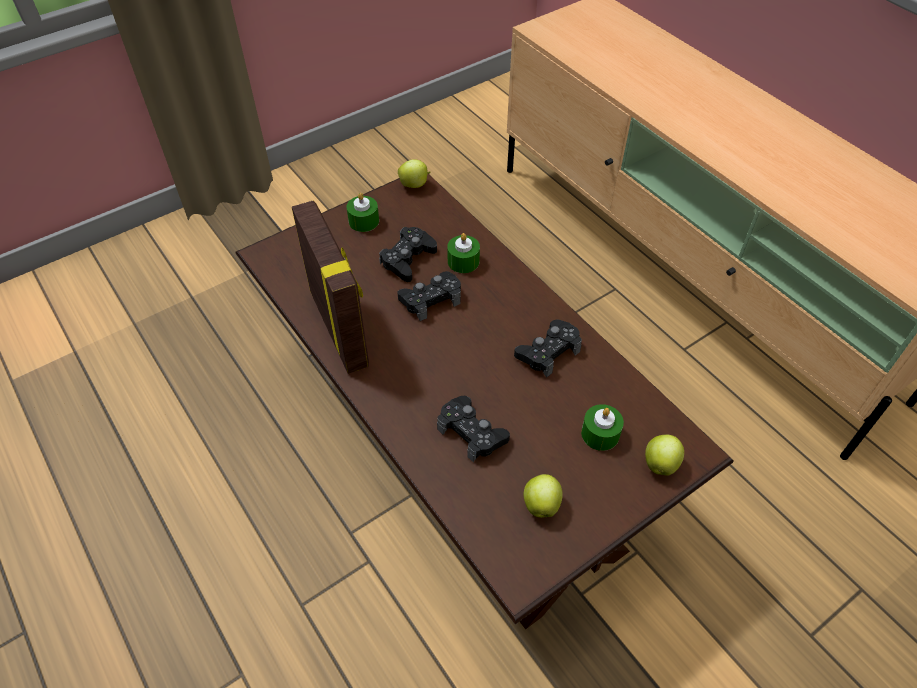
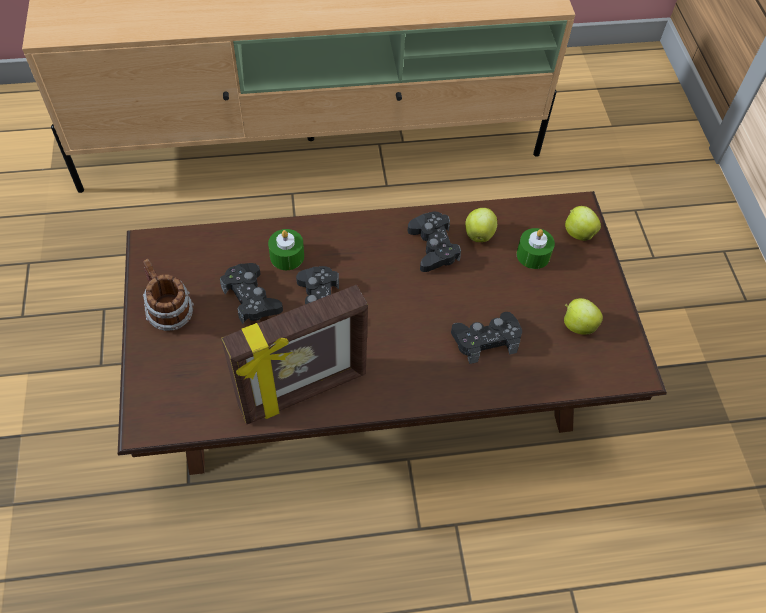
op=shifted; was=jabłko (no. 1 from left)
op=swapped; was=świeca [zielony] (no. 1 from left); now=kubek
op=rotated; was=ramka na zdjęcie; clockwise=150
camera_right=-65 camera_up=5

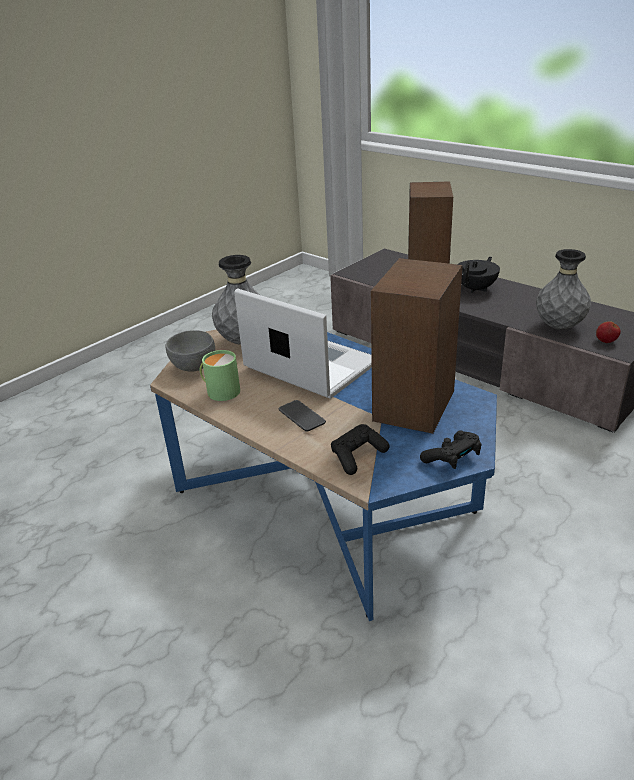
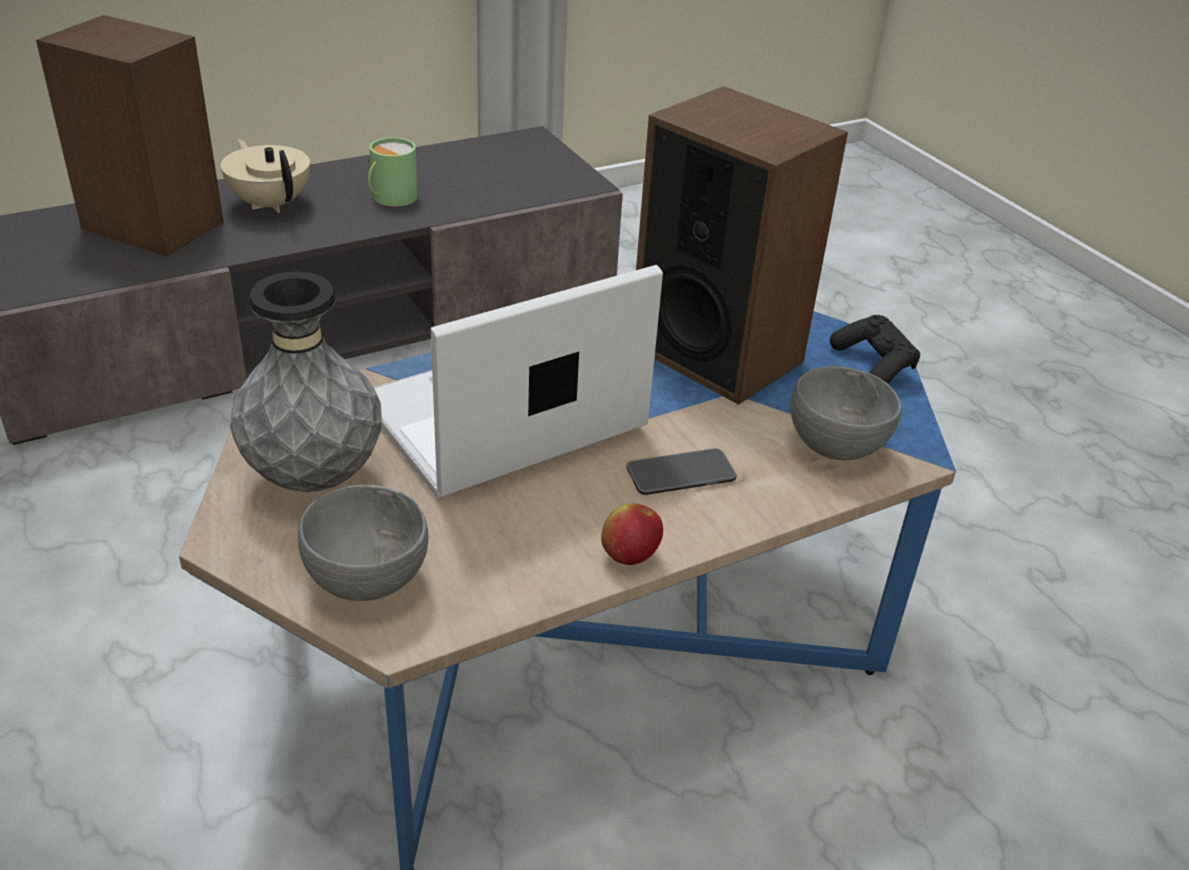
op=gone; was=wazon [szary] (no. 2 from left)
op=shifted; was=kubek [zielony]
op=shifted; was=jabłko
op=swapped; was=pad do gier [czarny] (no. 1 from left); now=miska [szary] (no. 2 from left)
op=repainted; was=imbryk [czarny]; now=imbryk [beżowy]
camera_right=-75 camera_up=5

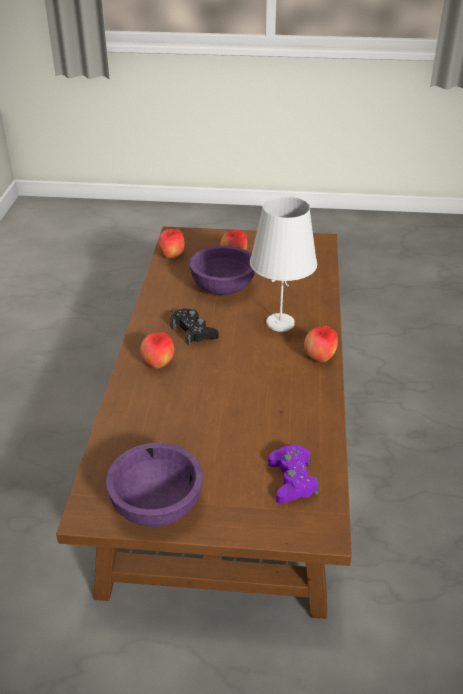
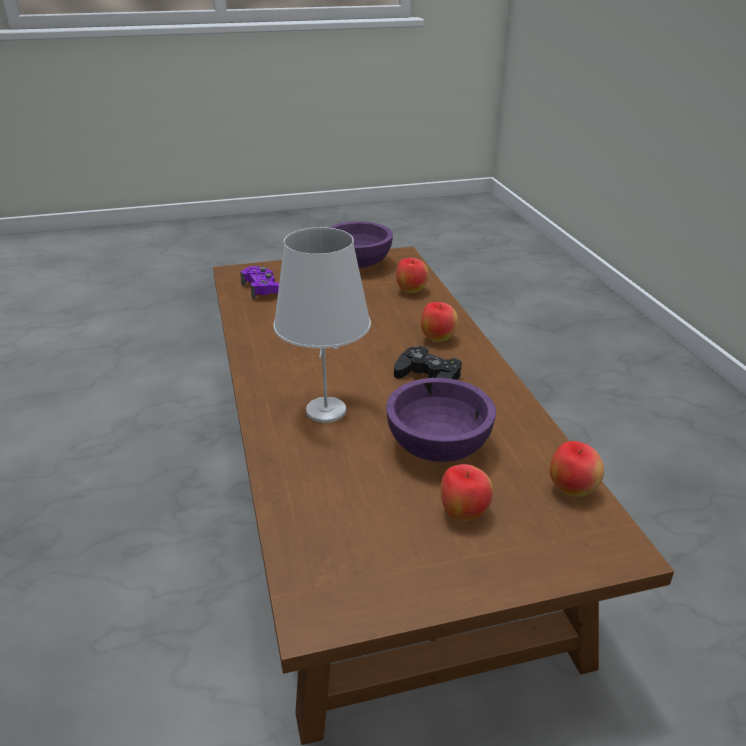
op=shifted; was=jabłko (no. 4 from left in the first image); now=jabłko (no. 1 from left)
camera_right=160 camera_up=-5

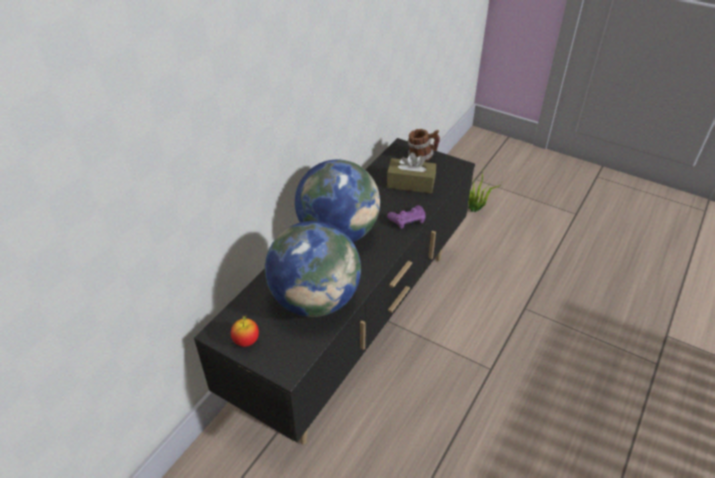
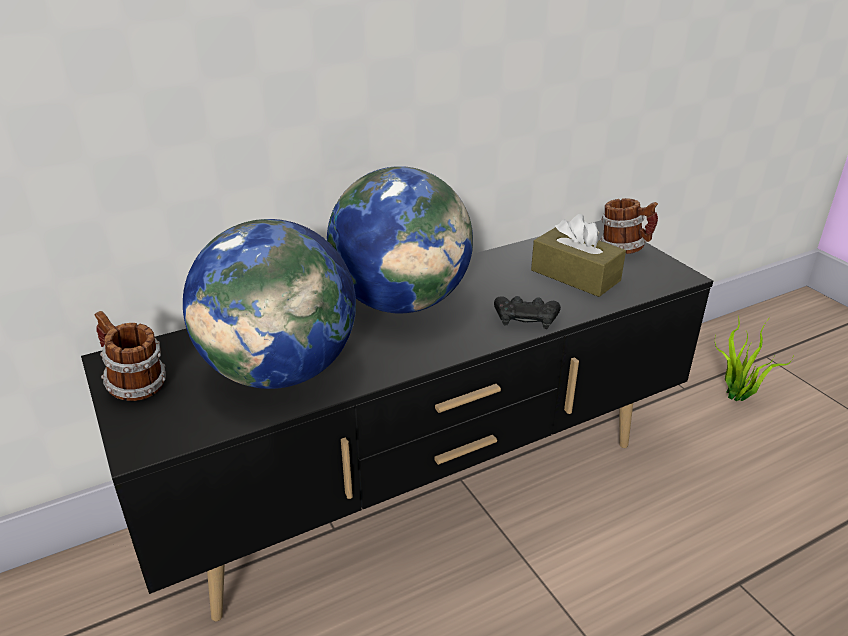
op=swapped; was=jabłko; now=kubek (no. 1 from left)
op=repainted; was=pad do gier [fioletowy]; now=pad do gier [czarny]
camera_right=30 camera_up=-10

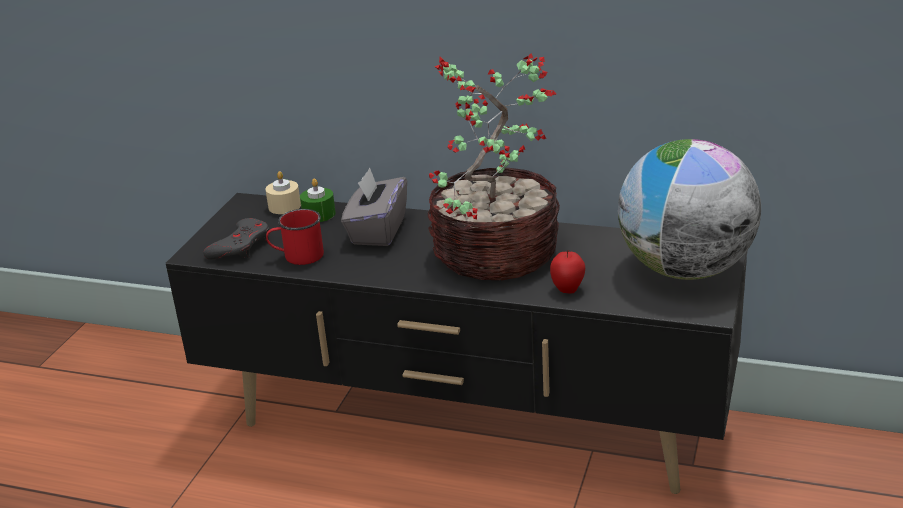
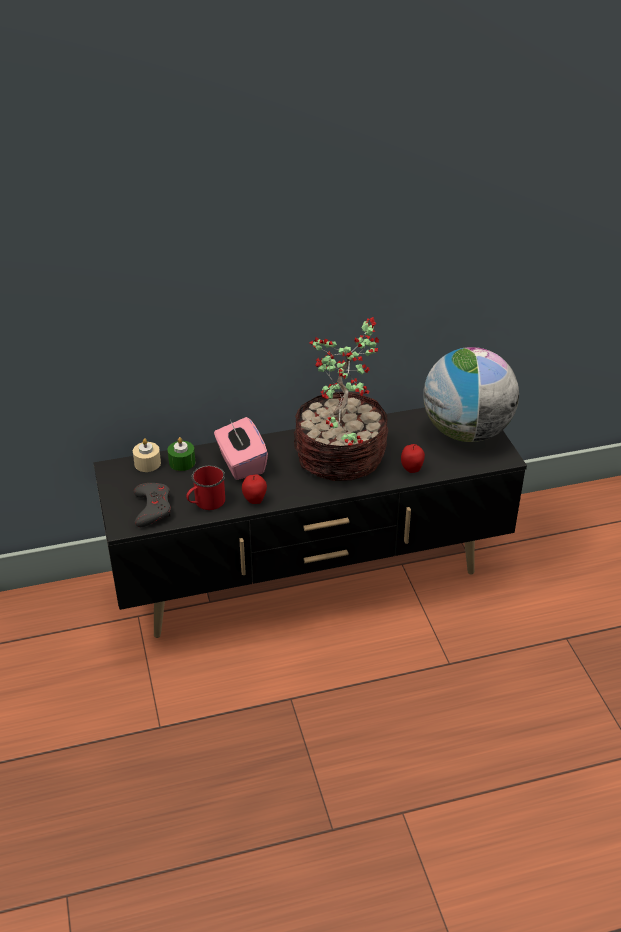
op=new; now=jabłko (no. 1 from left)
op=repainted; was=pudełko chusteczek [szary]; now=pudełko chusteczek [różowy]
camera_right=-35 camera_up=10

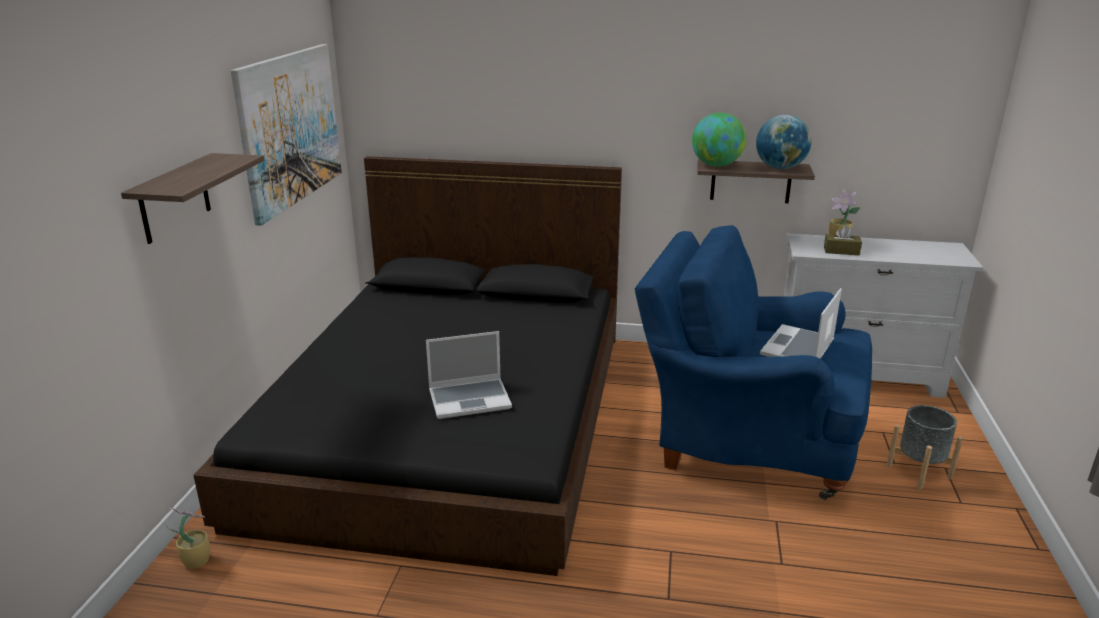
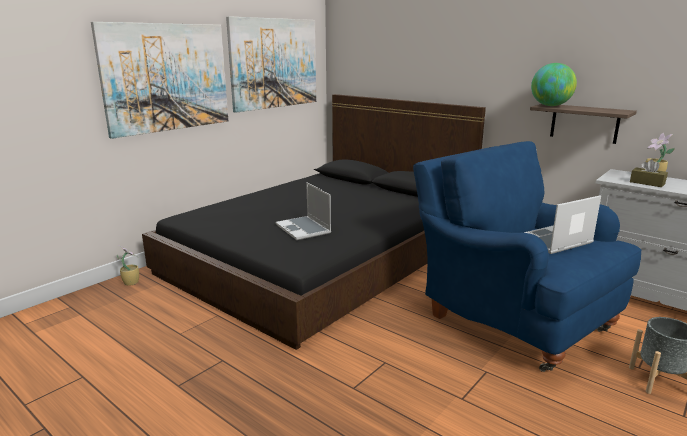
op=gone; was=globus (no. 2 from left)
op=swapped; was=półka (no. 1 from left); now=obraz (no. 1 from left)
op=rotated; was=laptop (no. 1 from left); clockwise=45
camera_right=30 camera_up=-5

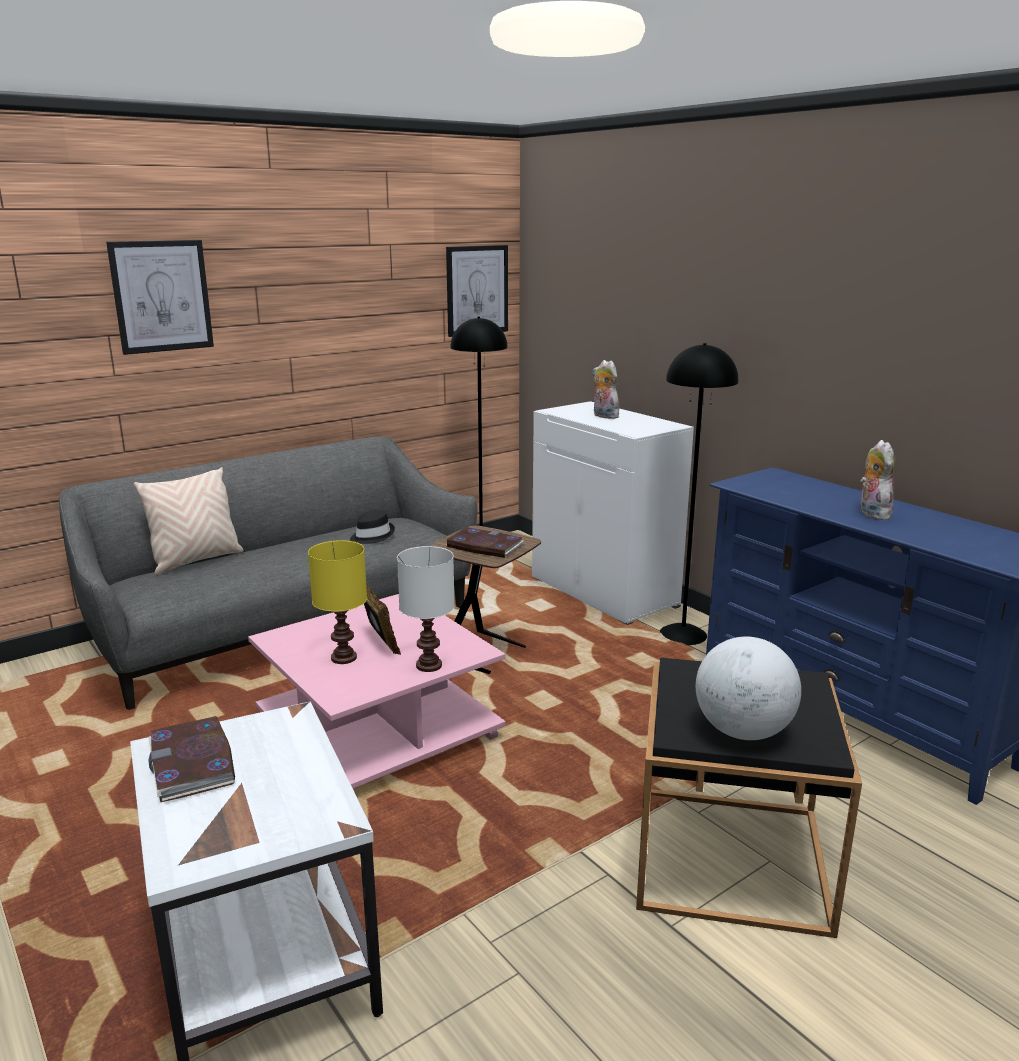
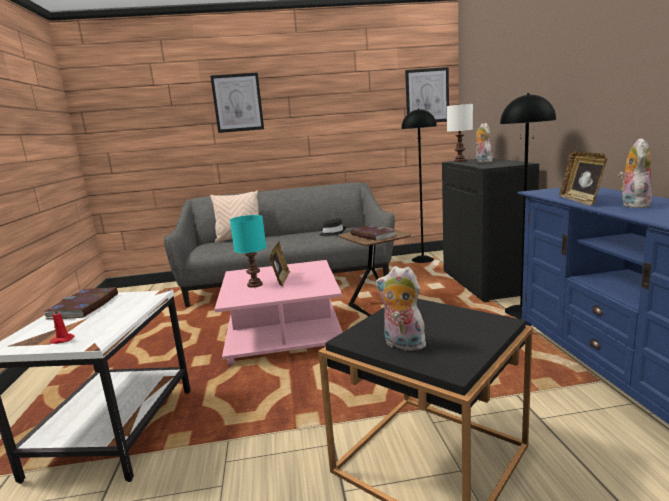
op=new; now=świeca [czerwony]
op=new; now=ramka na zdjęcie (no. 2 from left)
op=shifted; was=lampa stołowa [biały]
op=swapped; was=globus; now=pluszak (no. 1 from left)
op=repainted; was=lampa stołowa [żółty]; now=lampa stołowa [turkusowy]
op=repainted; was=szafka [biały]; now=szafka [czarny]
camera_right=30 camera_up=-5

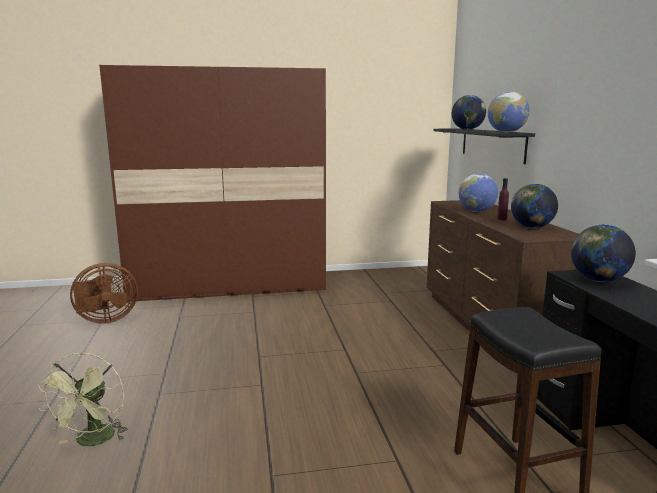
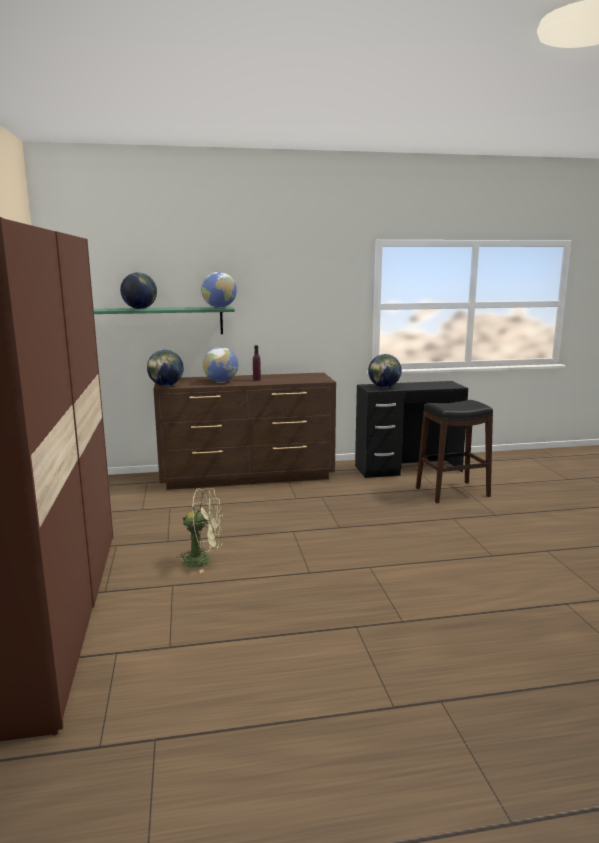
op=gone; was=wentylator [brązowy]
op=shifted; was=wentylator [zielony]
op=shifted; was=globus (no. 4 from left in the first image); now=globus (no. 2 from left)
op=repainted; was=półka [czarny]; now=półka [zielony]
camera_right=-90 camera_up=0

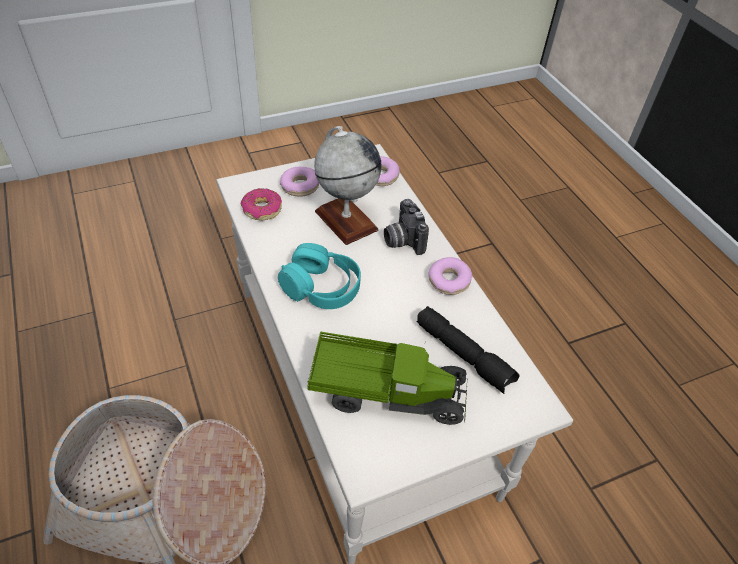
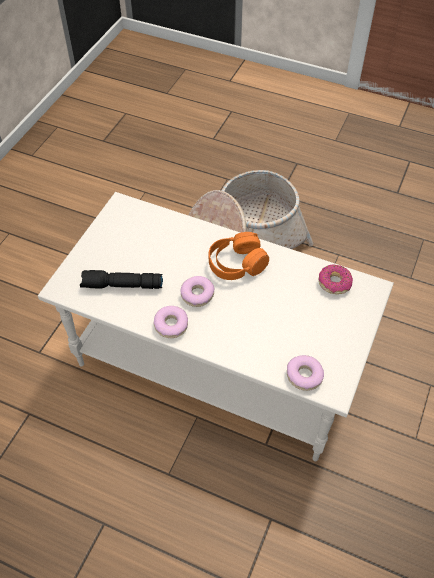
op=gone; was=ciężarówka zabawkowa
op=gone; was=globus
op=gone; was=aparat fotograficzny
op=shifted; was=donut (no. 2 from left)
op=repainted; was=słuchawki [turkusowy]; now=słuchawki [pomarańczowy]
camera_right=140 camera_up=5

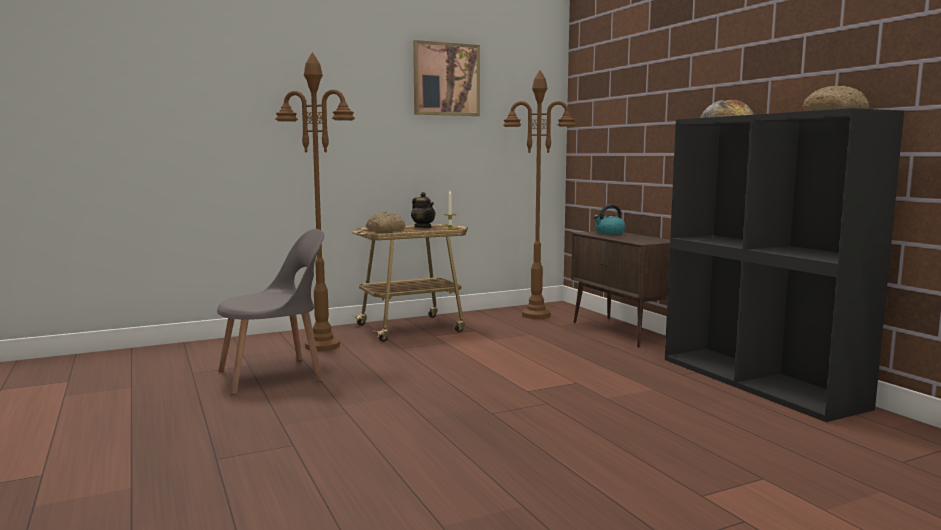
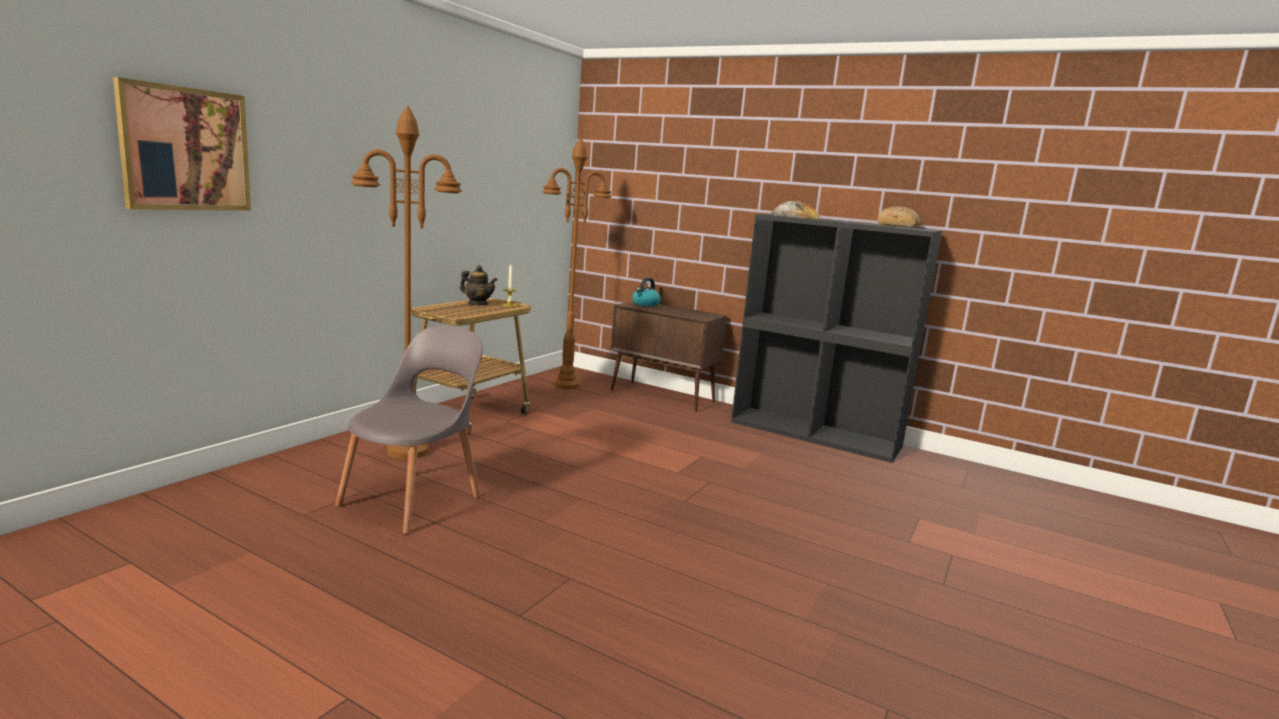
op=gone; was=chleb (no. 1 from left)
op=shifted; was=obraz
camera_right=-35 camera_up=5

